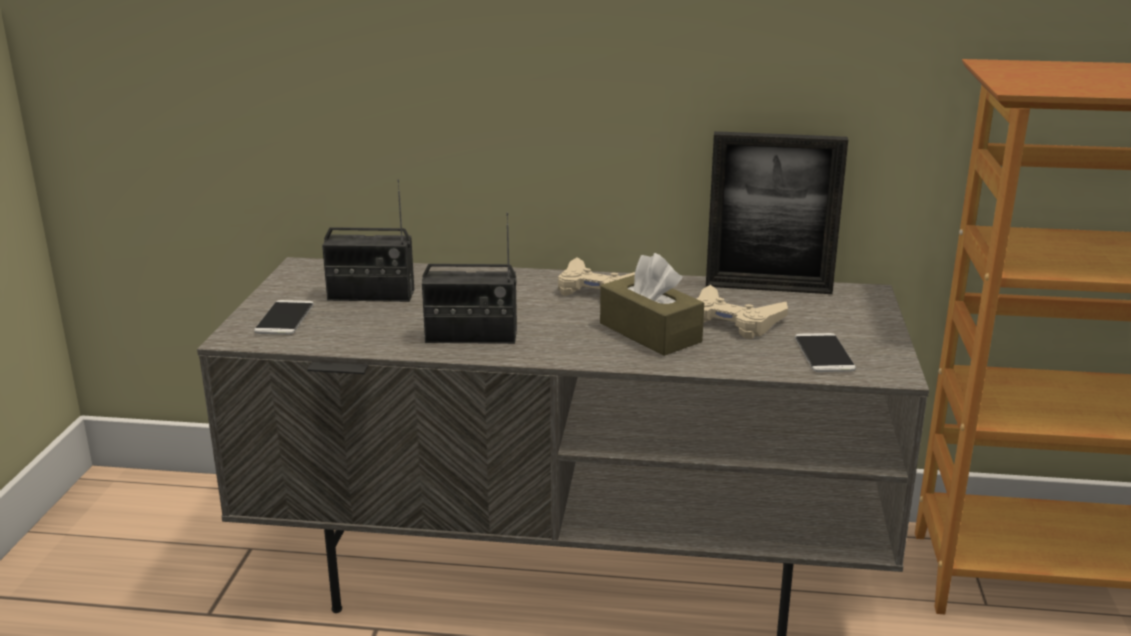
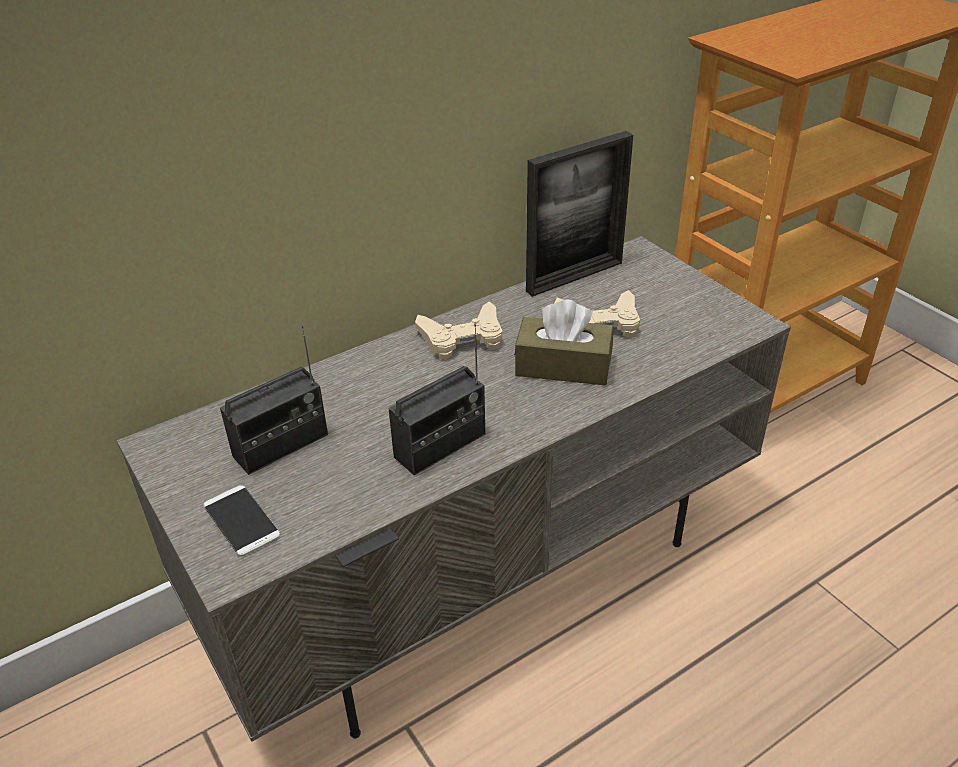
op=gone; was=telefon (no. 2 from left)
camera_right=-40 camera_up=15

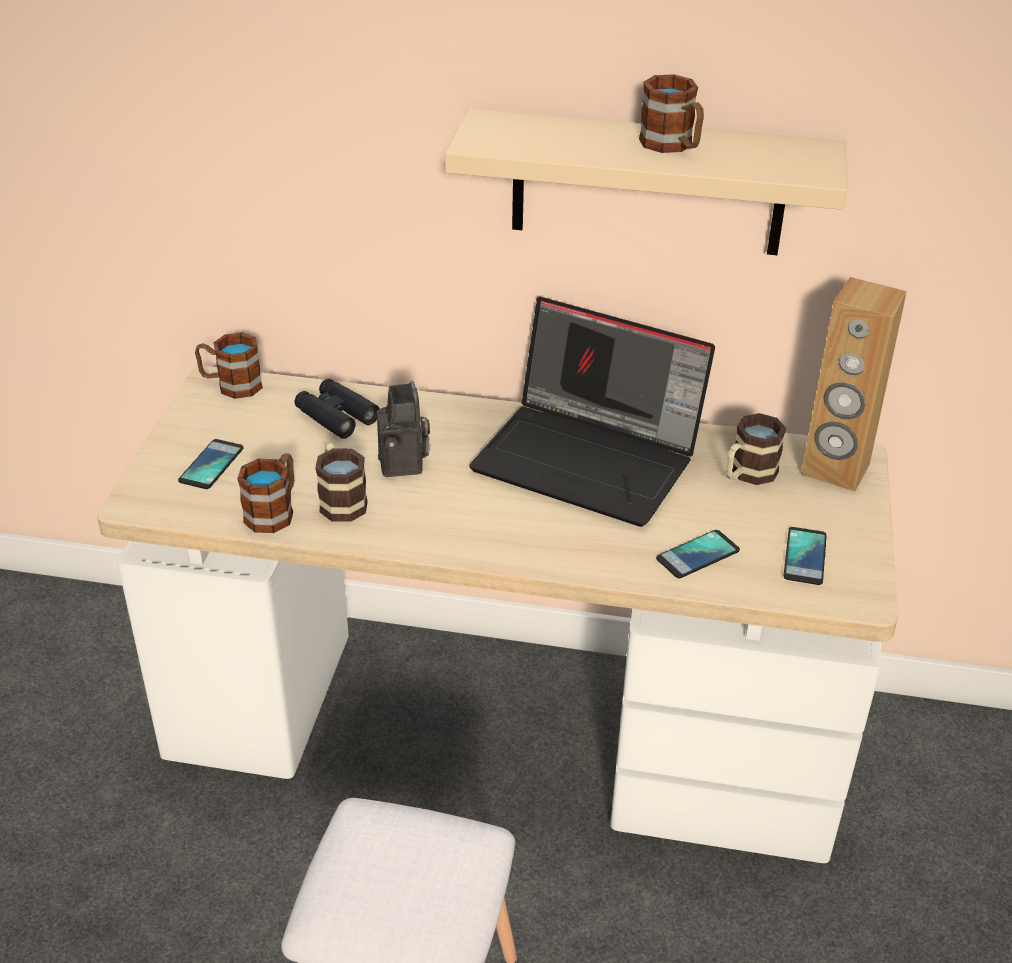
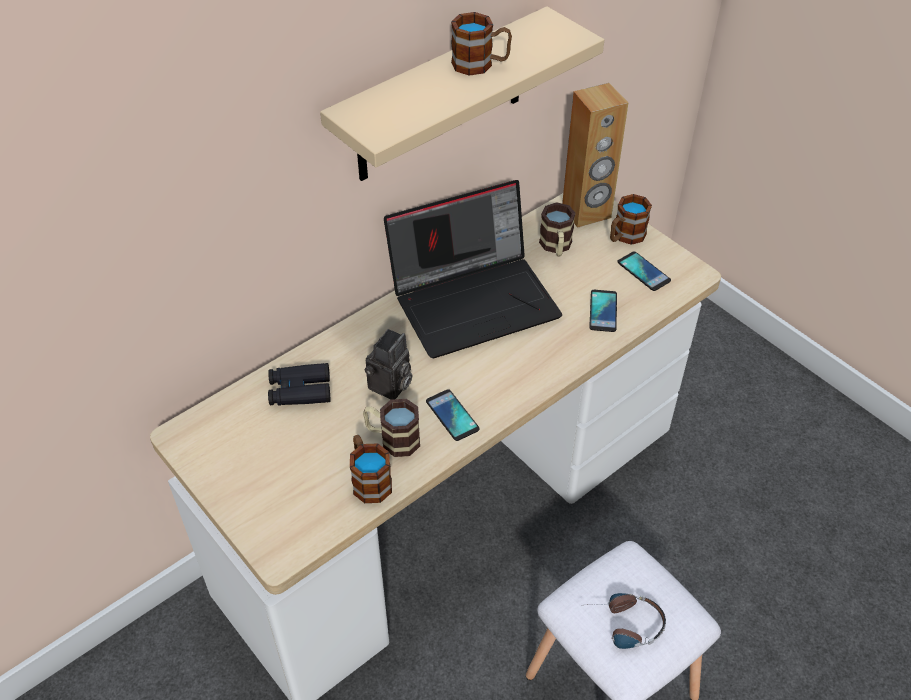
op=new; now=słuchawki
op=shifted; was=telefon (no. 1 from left)
op=shifted; was=kubek (no. 1 from left in the first image); now=kubek (no. 5 from left)
op=rotated; was=aparat fotograficzny; clockwise=90
camera_right=-50 camera_up=10

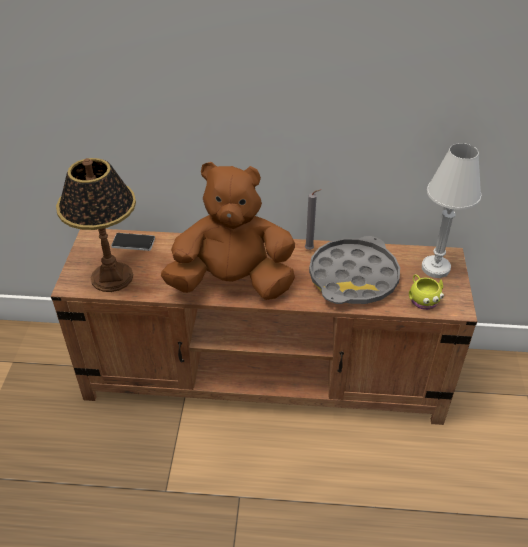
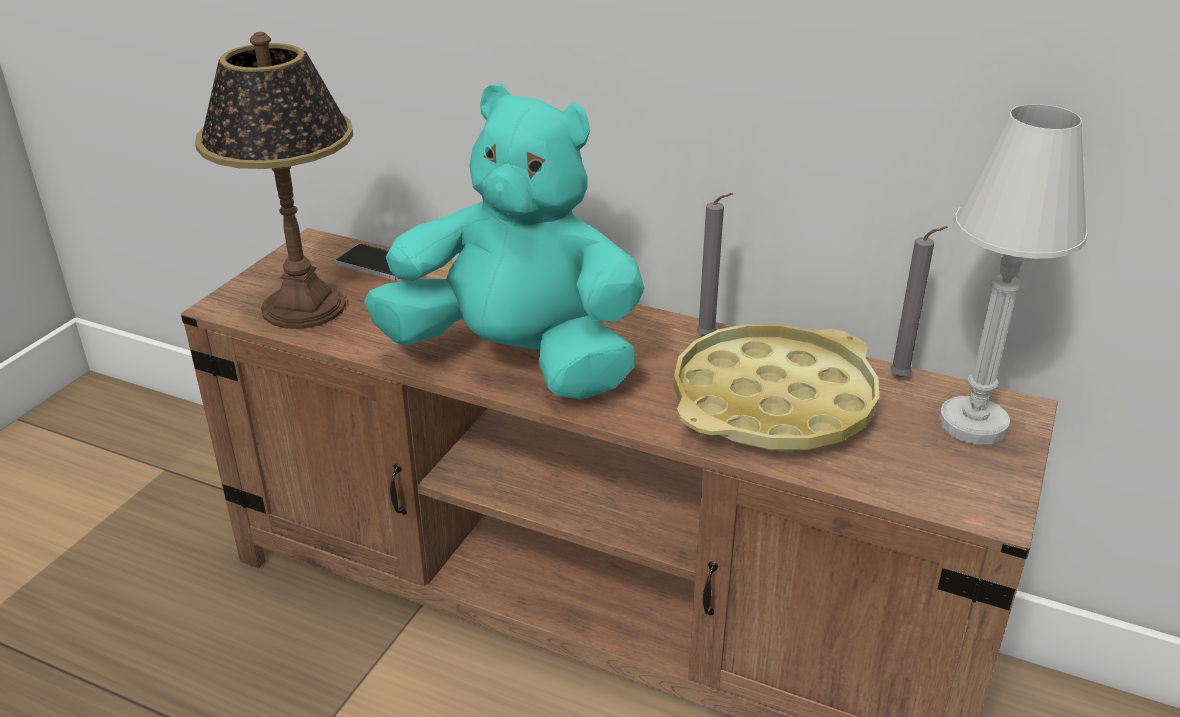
op=gone; was=kubek [żółty]
op=new; now=świeca [szary] (no. 2 from left)
op=repainted; was=pluszak [brązowy]; now=pluszak [turkusowy]
op=repainted; was=taca [szary]; now=taca [żółty]
camera_right=20 camera_up=-10

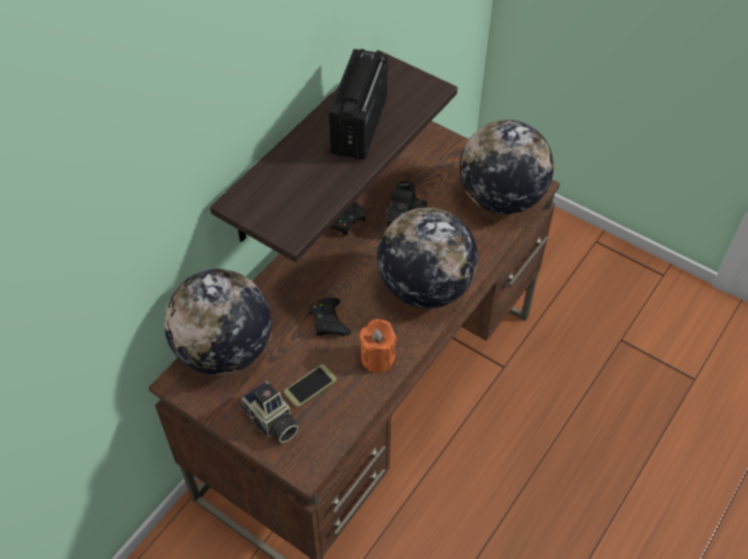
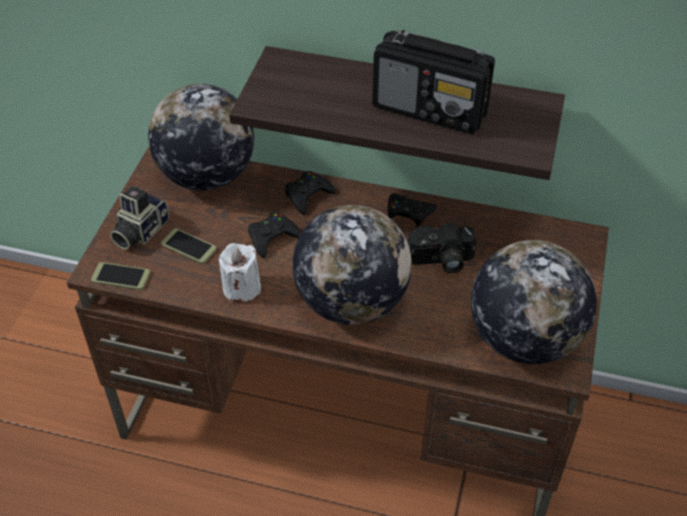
op=new; now=telefon (no. 1 from left)
op=new; now=pad do gier [czarny] (no. 2 from left)
op=repainted; was=świeca [pomarańczowy]; now=świeca [biały]
op=rotated; was=radio; clockwise=-150
camera_right=70 camera_up=-5

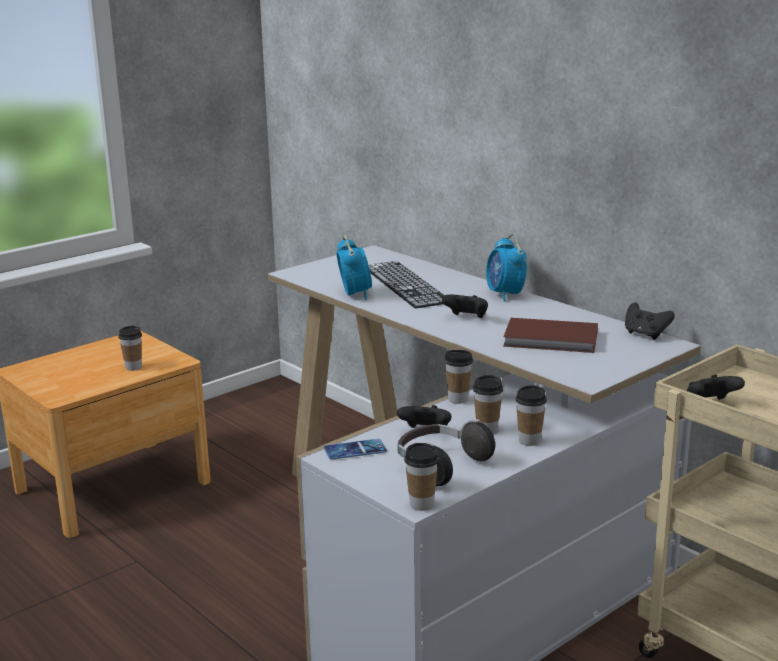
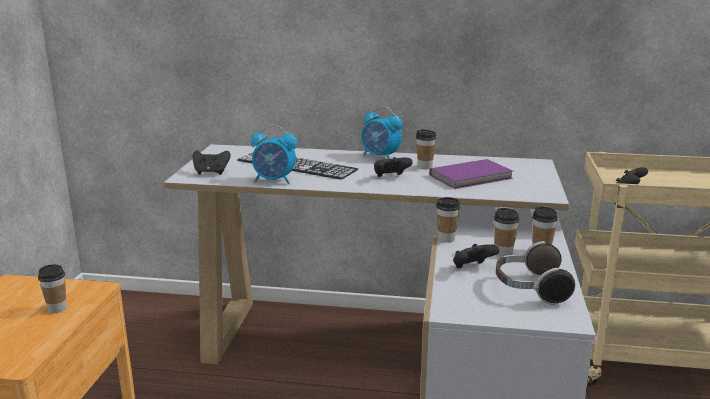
op=gone; was=telefon
op=shifted; was=filiżanka (no. 2 from left)
op=shifted; was=pad do gier [czarny] (no. 3 from left in the first image); now=pad do gier [czarny] (no. 1 from left)
op=repainted; was=książka [brązowy]; now=książka [fioletowy]
op=rotated; was=budzik (no. 1 from left); clockwise=150
camera_right=-40 camera_up=0

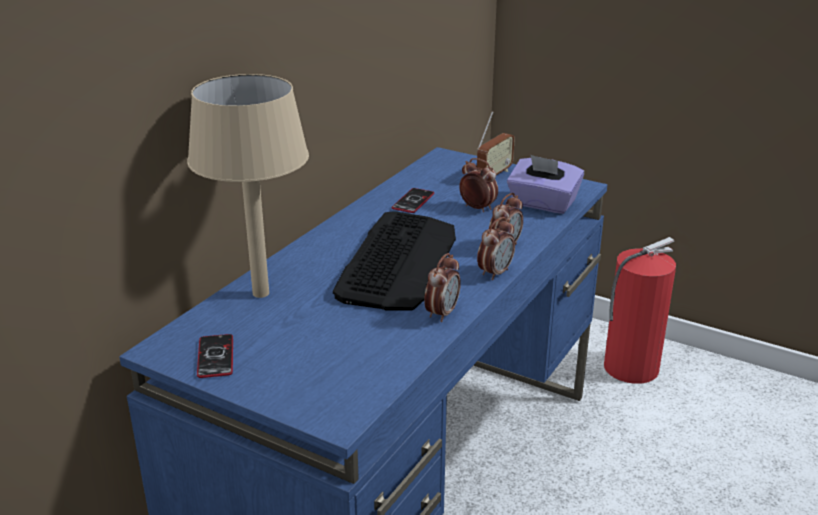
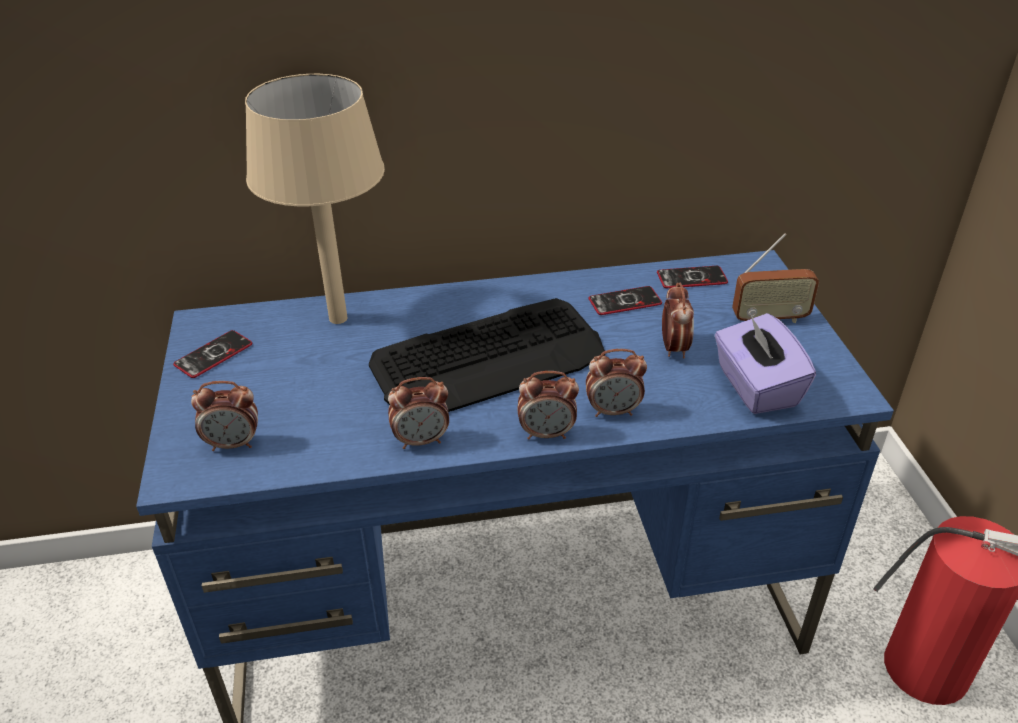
op=new; now=budzik (no. 1 from left)
op=new; now=telefon (no. 3 from left)
camera_right=50 camera_up=10

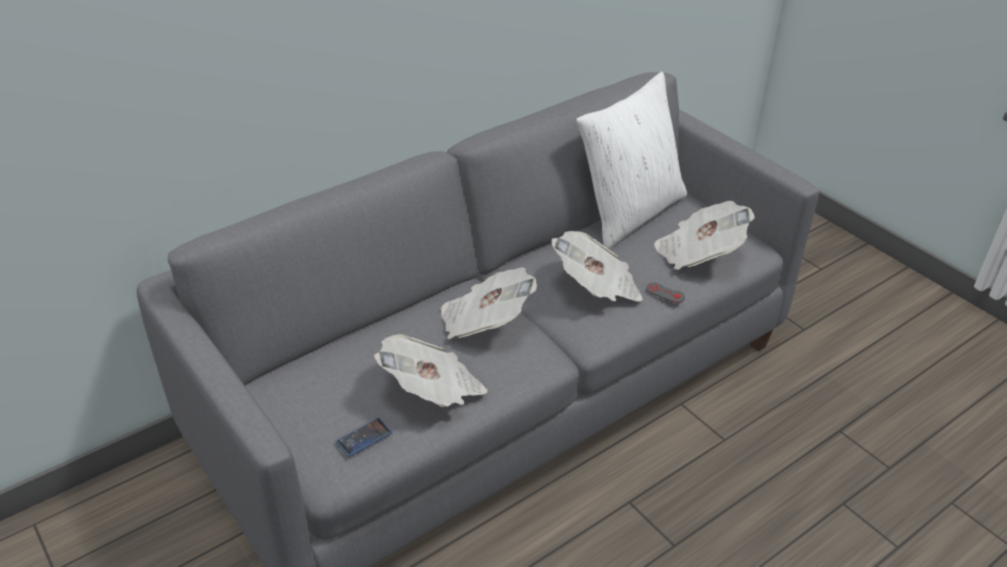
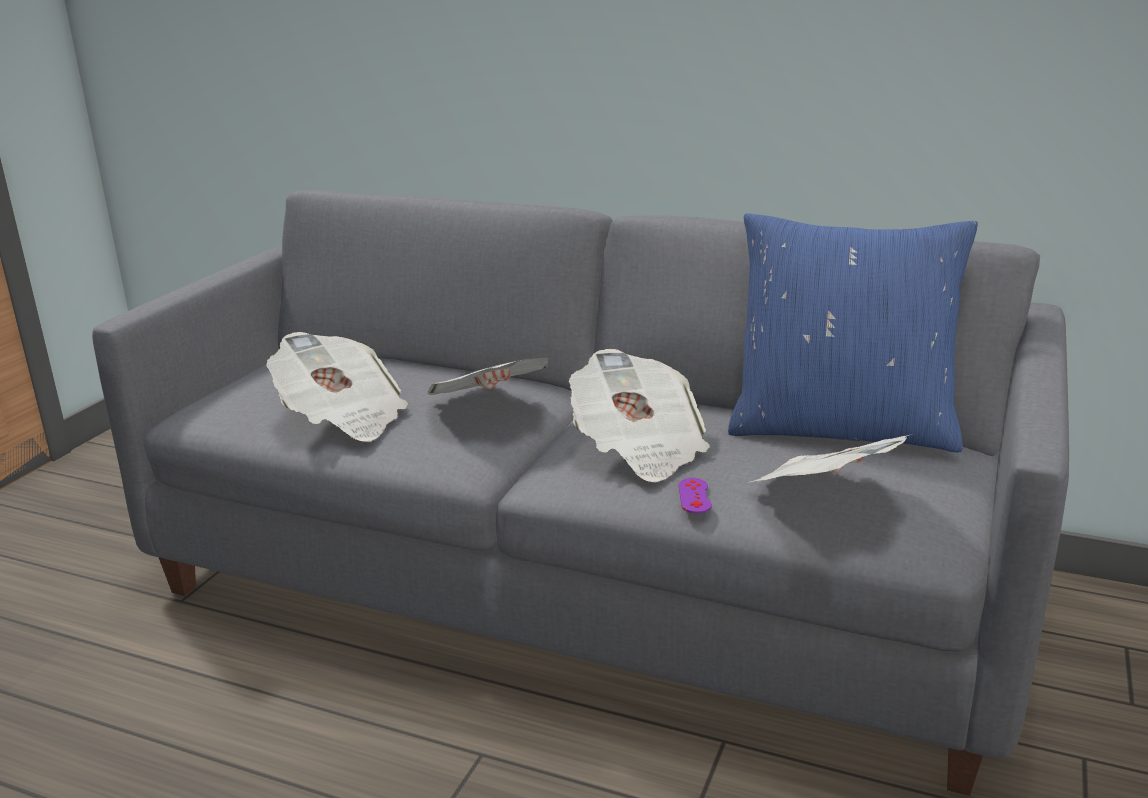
op=gone; was=telefon
op=repainted; was=poduszka [biały]; now=poduszka [niebieski]
op=repainted; was=pad do gier [szary]; now=pad do gier [fioletowy]
camera_right=60 camera_up=-15

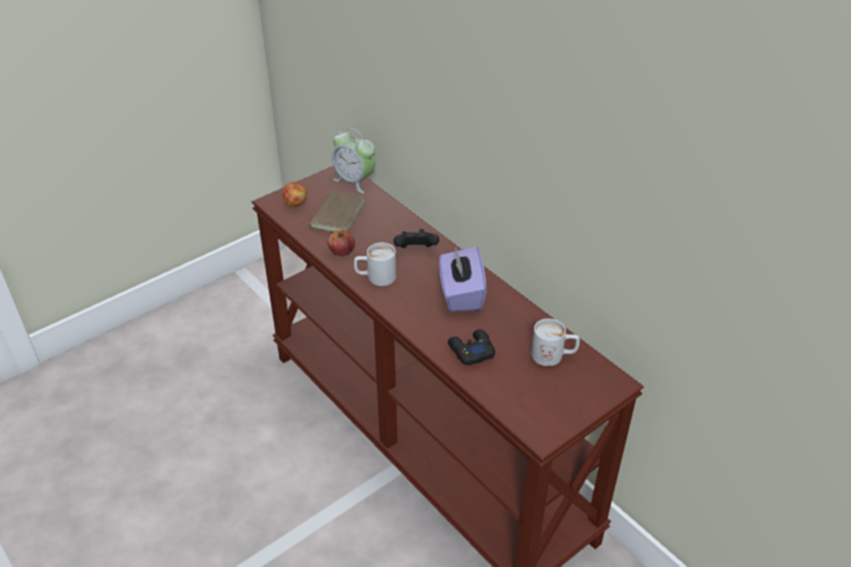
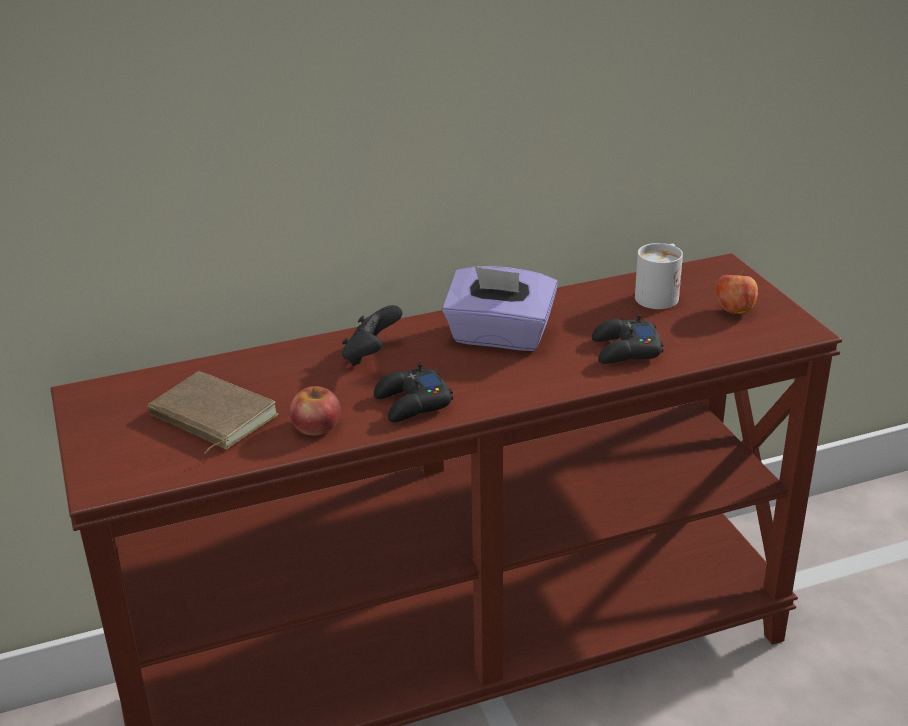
op=gone; was=budzik
op=shifted; was=jabłko (no. 1 from left in the first image); now=jabłko (no. 2 from left)
op=swapped; was=kubek [biały] (no. 1 from left); now=pad do gier [czarny] (no. 2 from left)
camera_right=-70 camera_up=-10

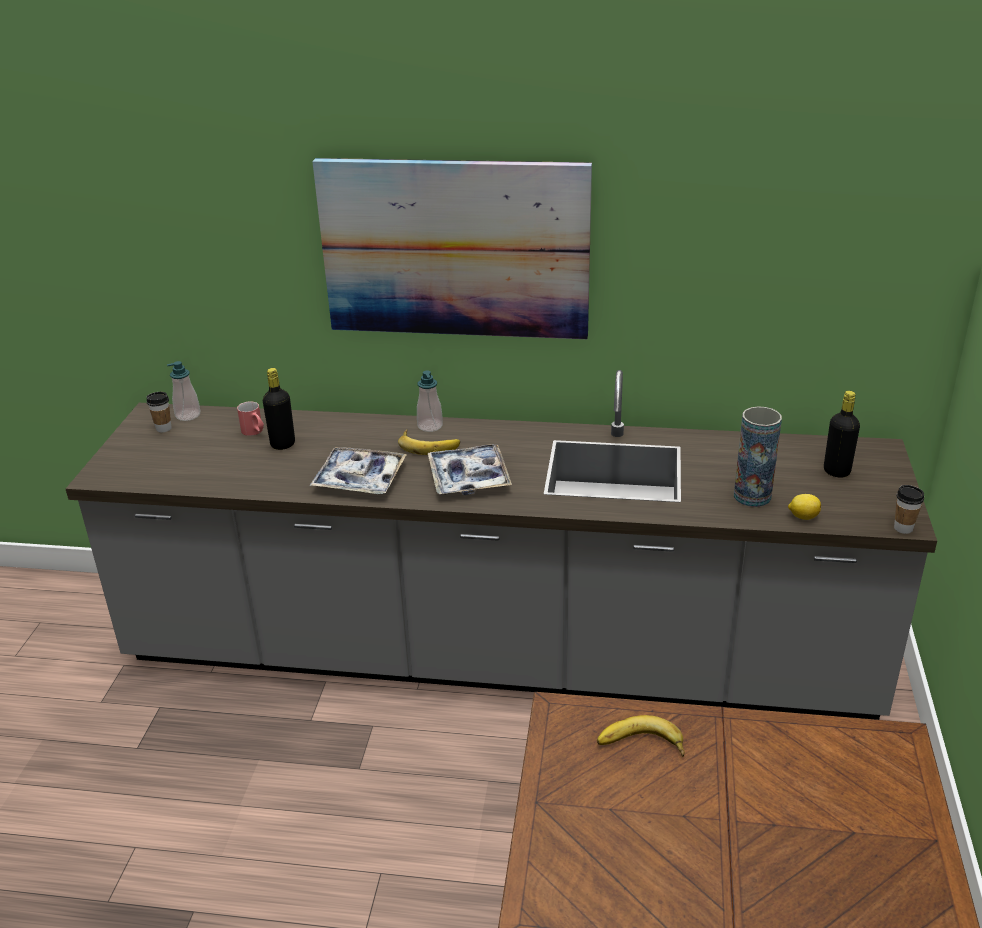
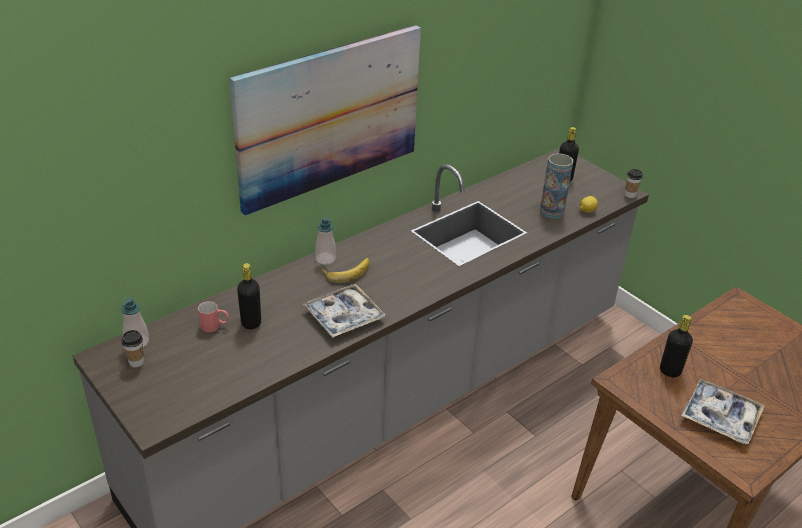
op=shifted; was=taca (no. 2 from left)
op=swapped; was=banan (no. 2 from left); now=butelka [czarny] (no. 3 from left)
camera_right=-50 camera_up=5

